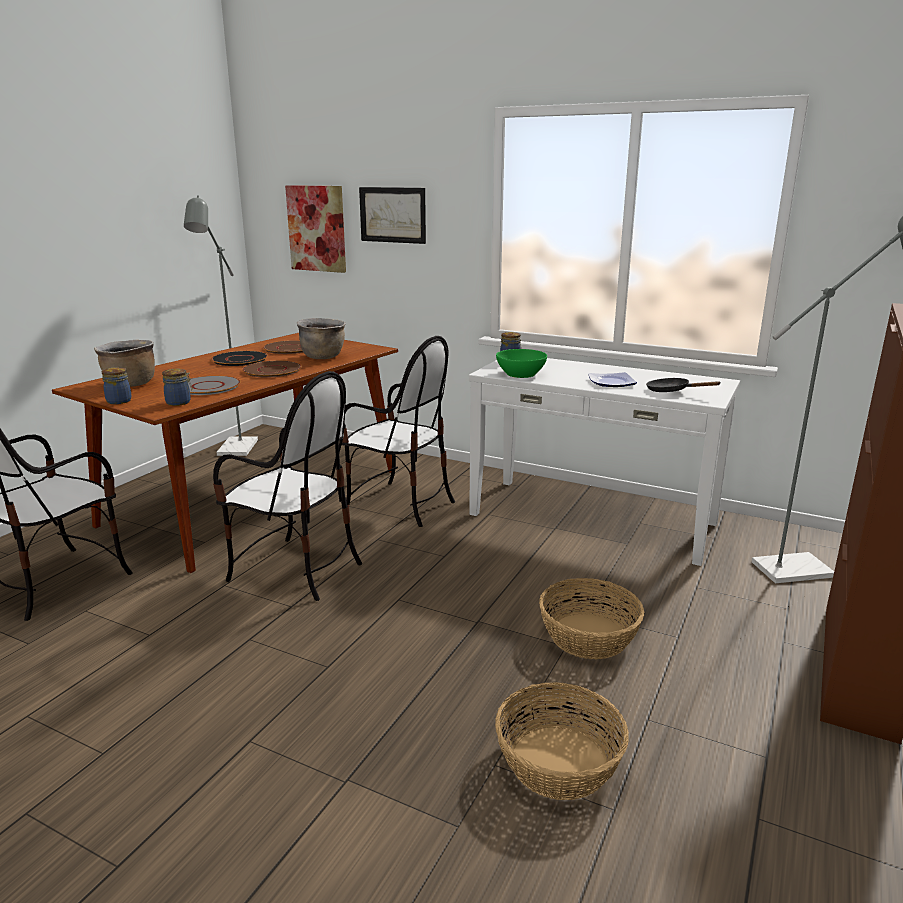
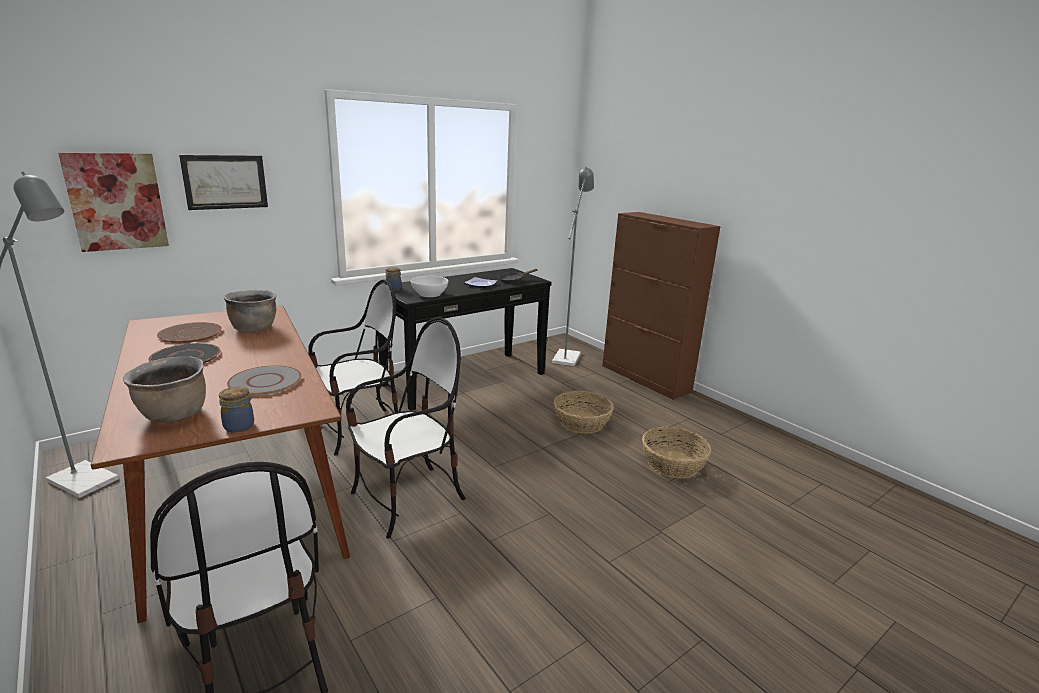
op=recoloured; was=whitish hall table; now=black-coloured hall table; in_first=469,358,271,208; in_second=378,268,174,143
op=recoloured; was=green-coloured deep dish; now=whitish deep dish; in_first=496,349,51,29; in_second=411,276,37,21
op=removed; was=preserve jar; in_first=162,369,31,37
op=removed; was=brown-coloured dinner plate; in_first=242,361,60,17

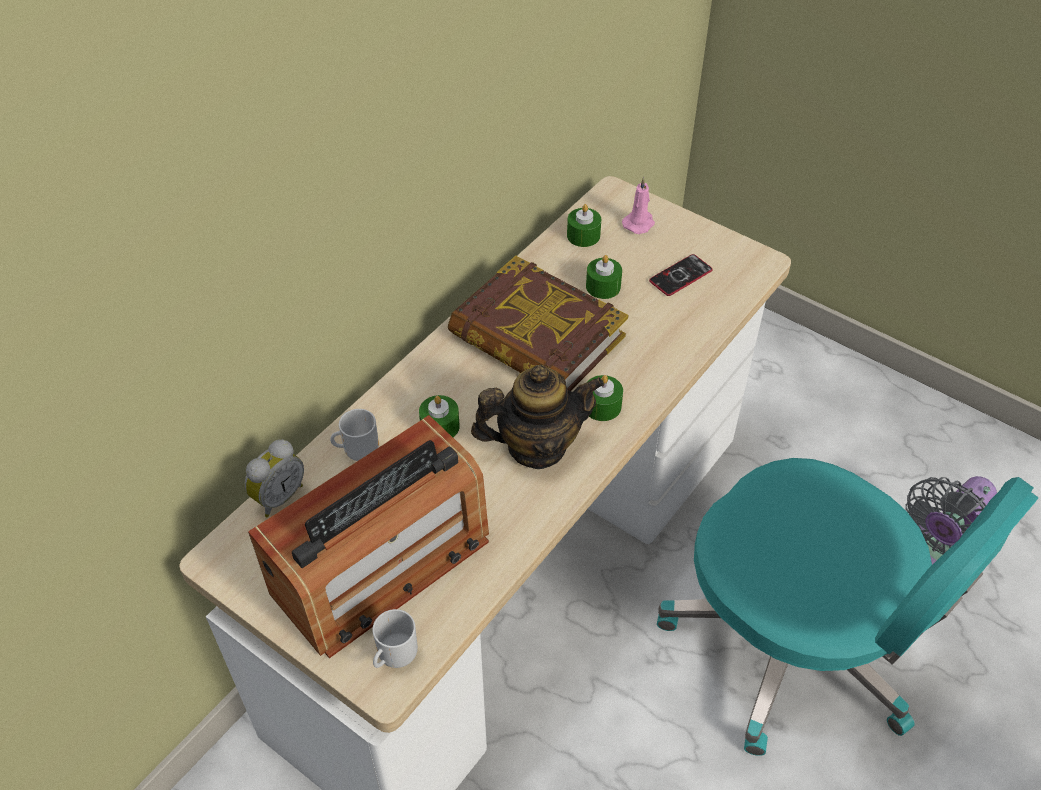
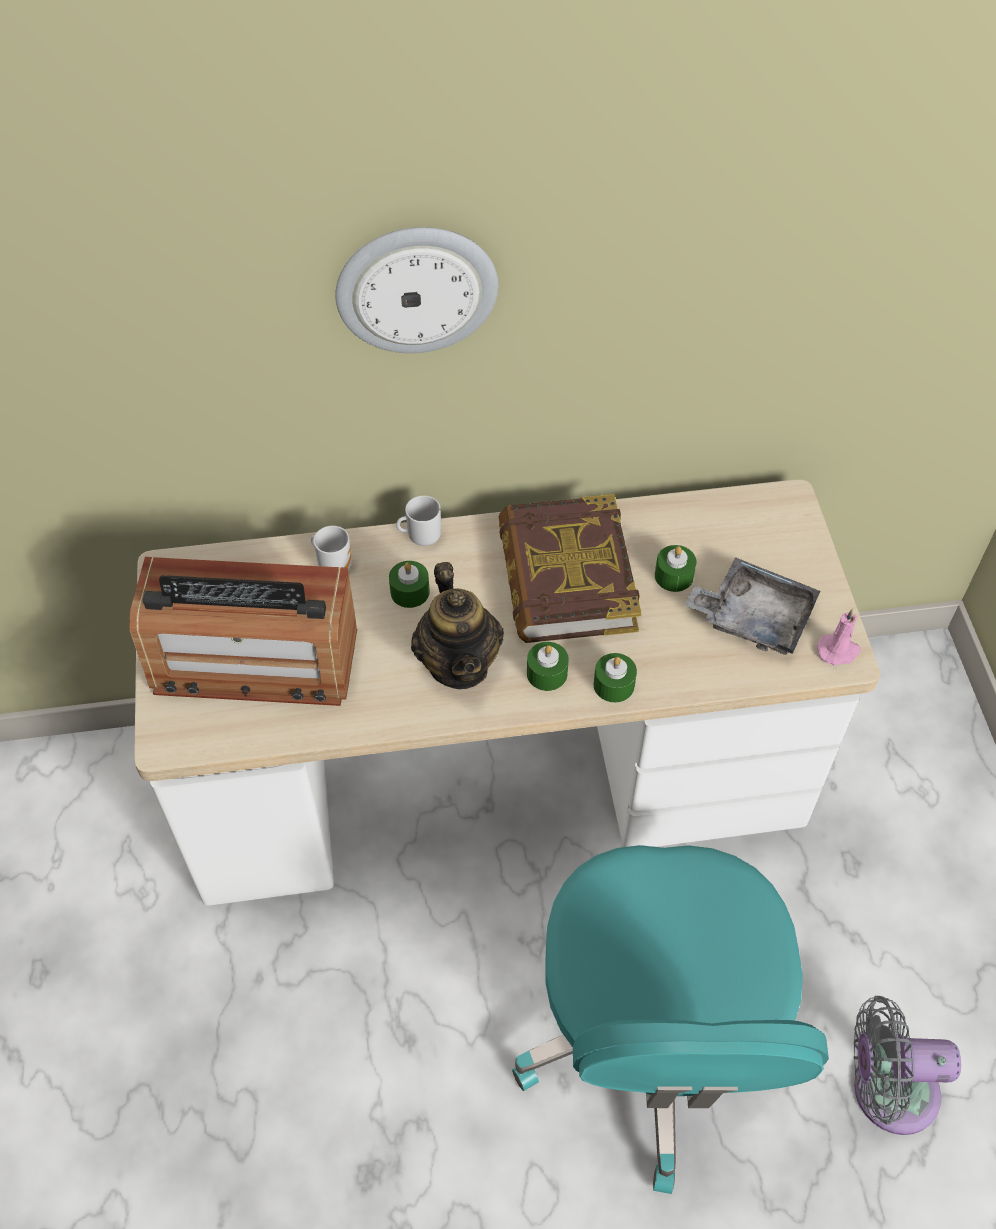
op=added; now=wall clock; in_second=335,227,163,126
op=moved; was=mug; in_first=372,609,46,59; in_second=396,495,45,51
op=turned; was=tea pot; in_first=471,365,133,104; in_second=411,562,93,127; clockwise=45
op=moved; was=green-coloured wax light; in_first=567,204,34,43; in_second=594,653,43,50
op=replaced; was=phone; now=grey carrying tray; in_first=649,254,64,42; in_second=684,557,136,98
op=moved; was=pink-coloured wax light; in_first=622,177,33,57; in_second=817,609,44,57
op=removed; was=table clock; in_first=245,439,59,78

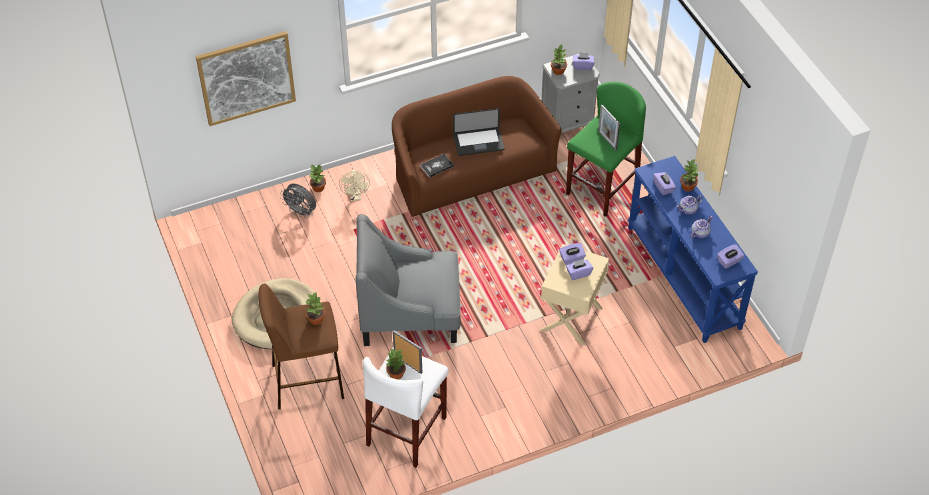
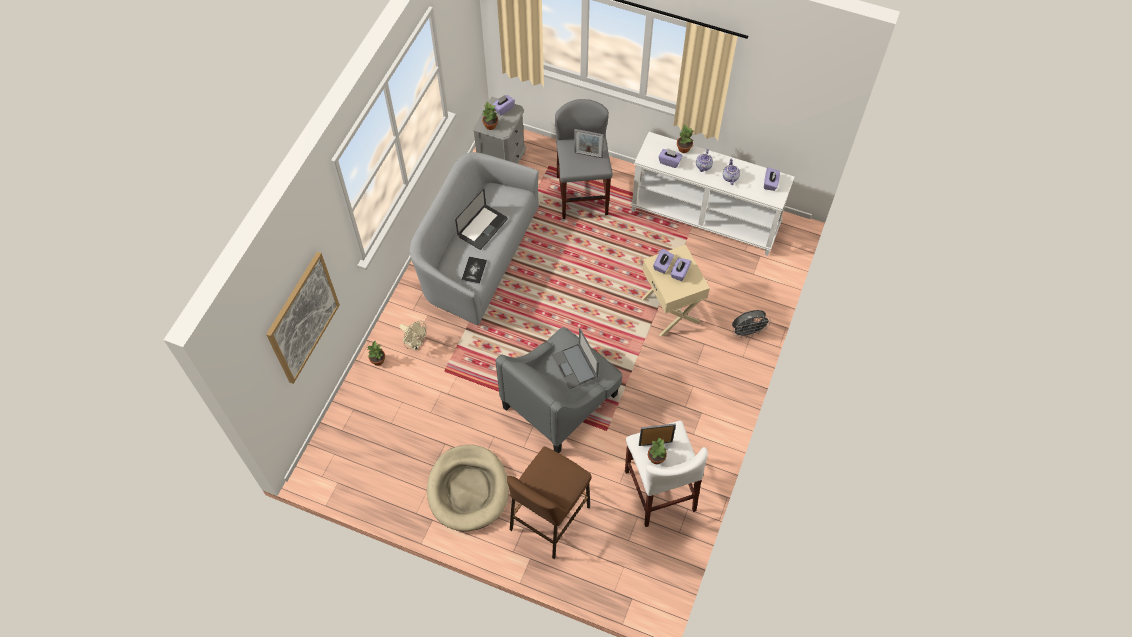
op=recoloured; was=brown-coloured settee; now=grey settee; in_first=392,76,170,141; in_second=410,152,129,173
op=added; now=notebook computer; in_second=552,328,47,61
op=recoloured; was=green-coloured stool seat; now=grey stool seat; in_first=566,82,80,135; in_second=555,99,58,120
op=recoloured; was=blue hall table; now=whitish hall table; in_first=628,156,130,187; in_second=631,132,163,124
op=moved; was=grey fan; in_first=280,184,36,35; in_second=732,310,39,28
op=removed; was=potted plant; in_first=306,292,19,33

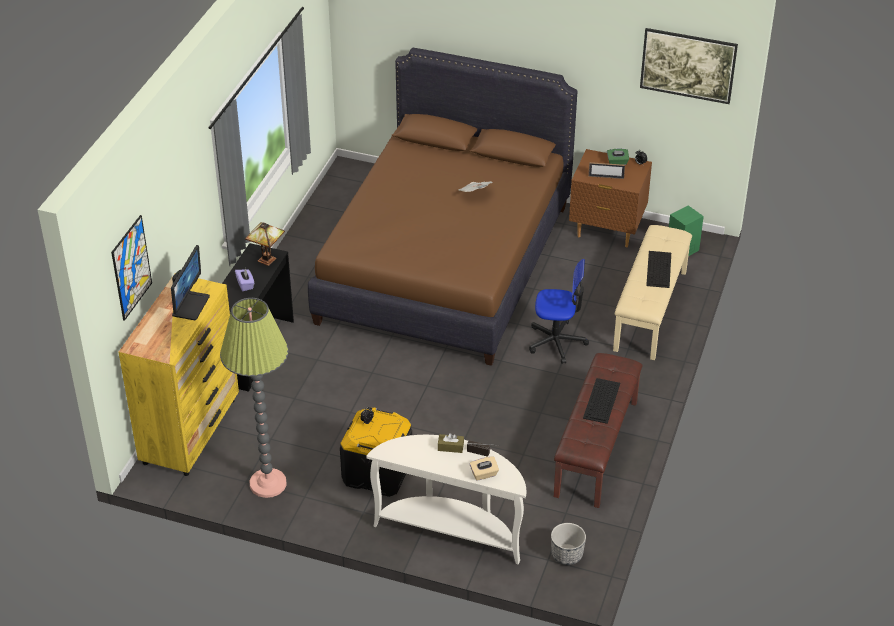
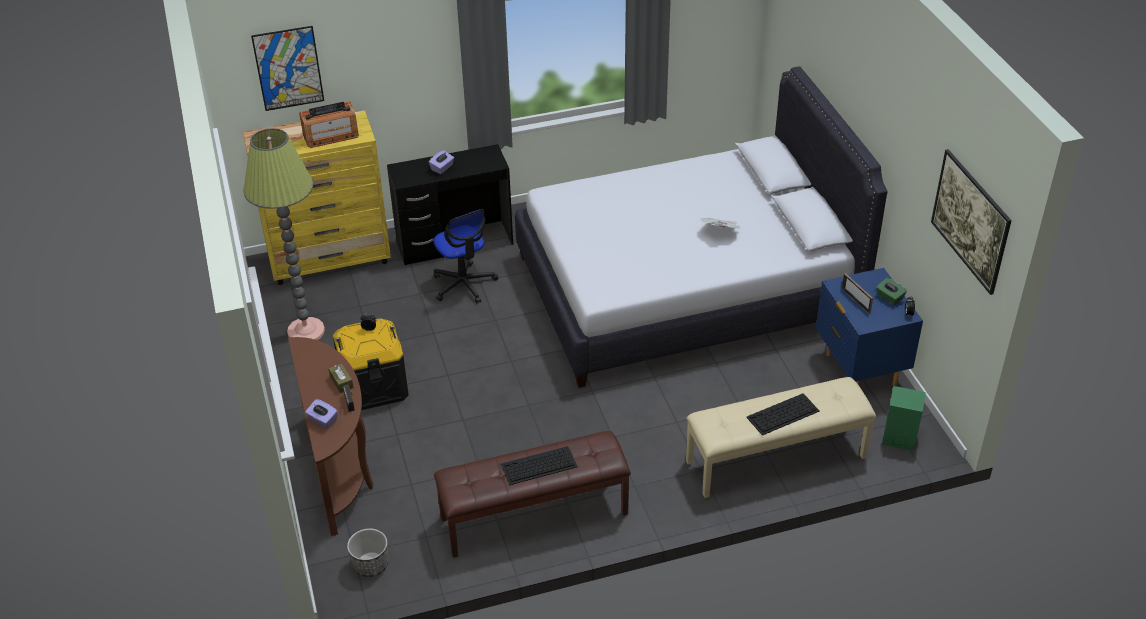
op=recoloured; was=whitish hall table; now=brown-coloured hall table; in_first=366,435,160,130; in_second=288,337,85,199
op=replaced; was=computer display; now=radio; in_first=171,245,39,75; in_second=299,102,60,46
op=recoloured; was=sand-coloured tissue box; now=purplish tissue box; in_first=470,456,29,25; in_second=305,399,33,30
op=moved; was=computer chair; in_first=529,259,60,105; in_second=433,209,65,94
op=recoloured; was=brown-coloured sleeping bed; now=whitish sleeping bed; in_first=308,48,270,318; in_second=515,66,372,322
op=recoloured; was=brown-coloured nightstand; now=blue nightstand; in_first=569,149,83,98; in_second=816,268,107,118
op=removed; was=tabletop lamp; in_first=245,222,40,44

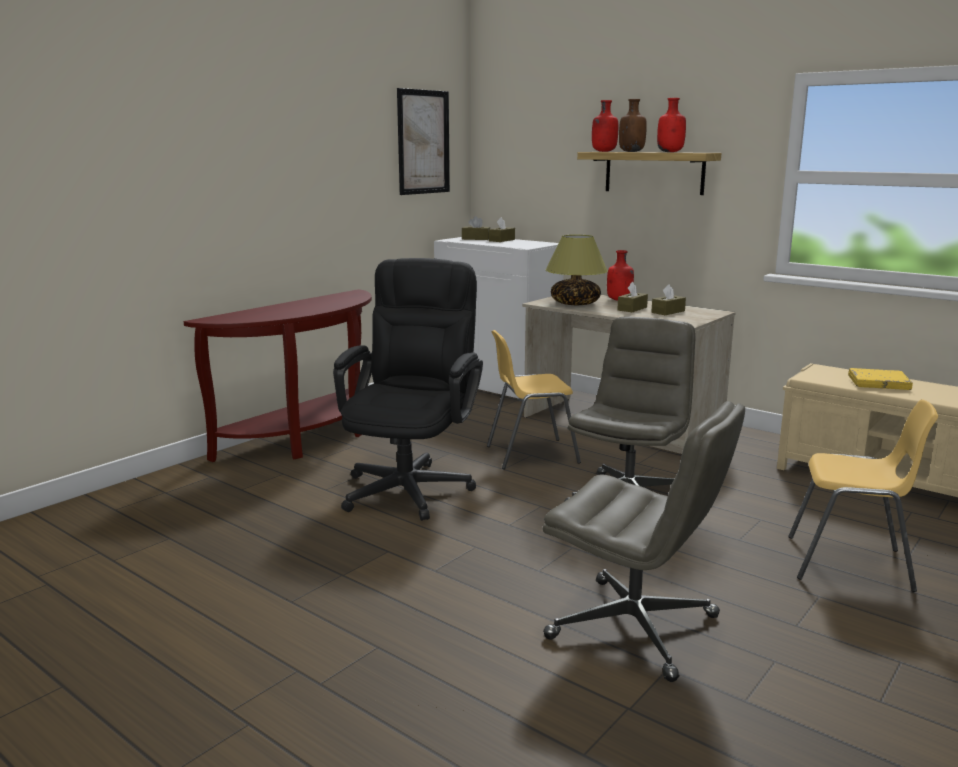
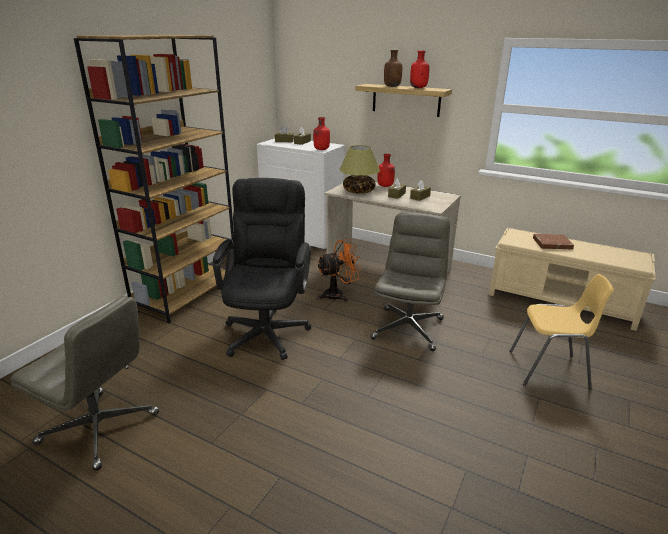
op=moved; was=grey computer chair; in_first=543,401,202,281; in_second=11,295,148,176
op=replaced; was=brown-coloured hall table; now=brown-coloured bookcase; in_first=184,289,188,173; in_second=74,35,163,289
op=moved; was=reddish drink bottle; in_first=592,100,26,52; in_second=313,117,17,33
op=replaced; was=yellow-coloured plain chair; now=orangey fan; in_first=487,330,94,139; in_second=317,239,44,63
op=recoloured; was=yellow-coloured volume; now=brown-coloured volume; in_first=848,368,65,22; in_second=533,234,41,15
op=removed; was=wall art; in_first=397,88,53,107

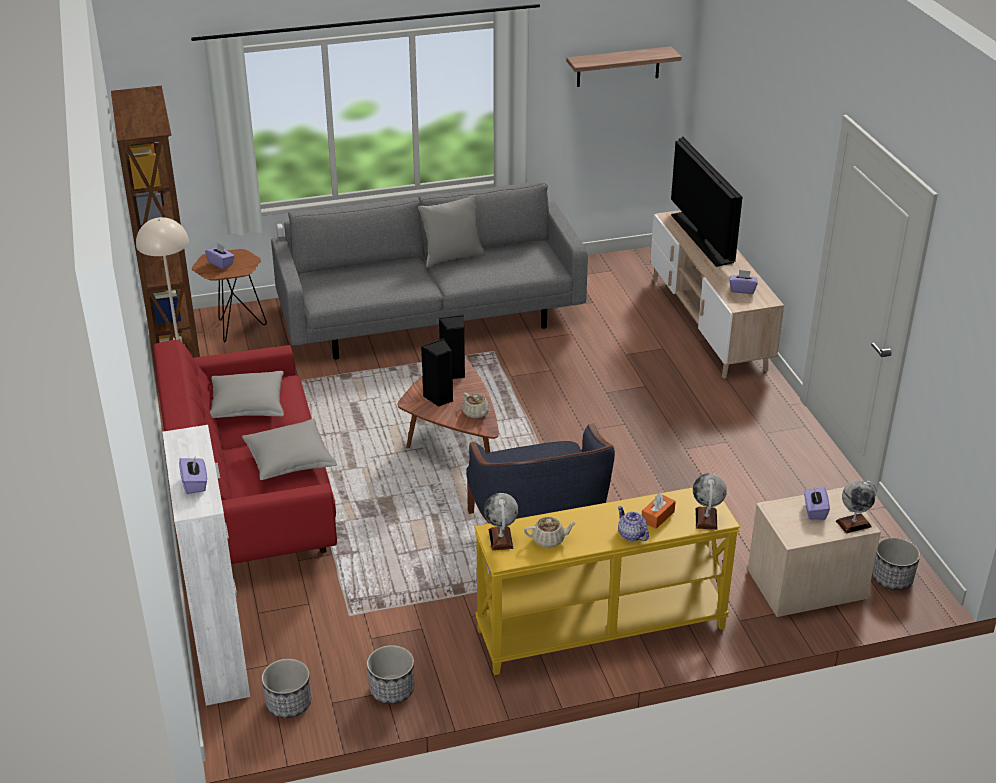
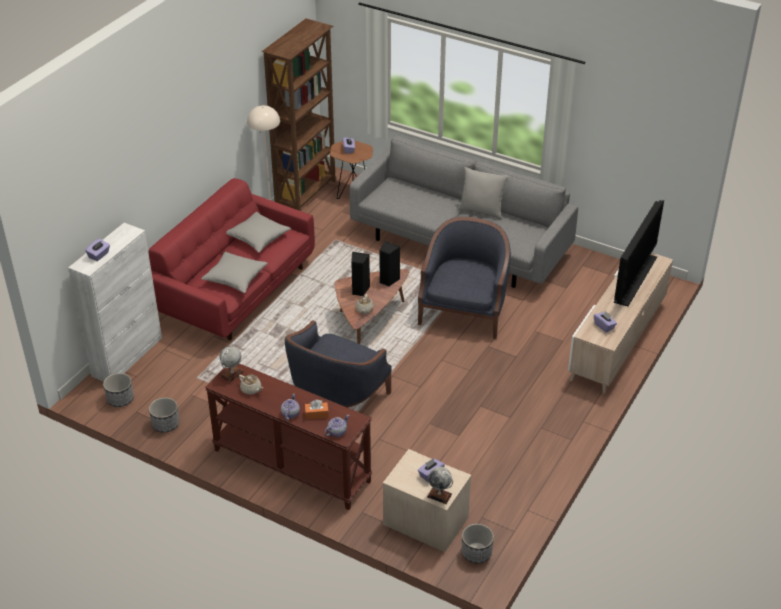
op=recoloured; was=yellow-coloured hall table; now=brown-coloured hall table; in_first=474,487,266,188; in_second=205,363,167,147
op=replaced; was=globe; now=tea pot; in_first=693,473,34,57; in_second=324,415,26,22
op=added; now=blue easy chair; in_second=418,217,93,122
op=removed; was=wall shelf; in_first=566,46,115,41

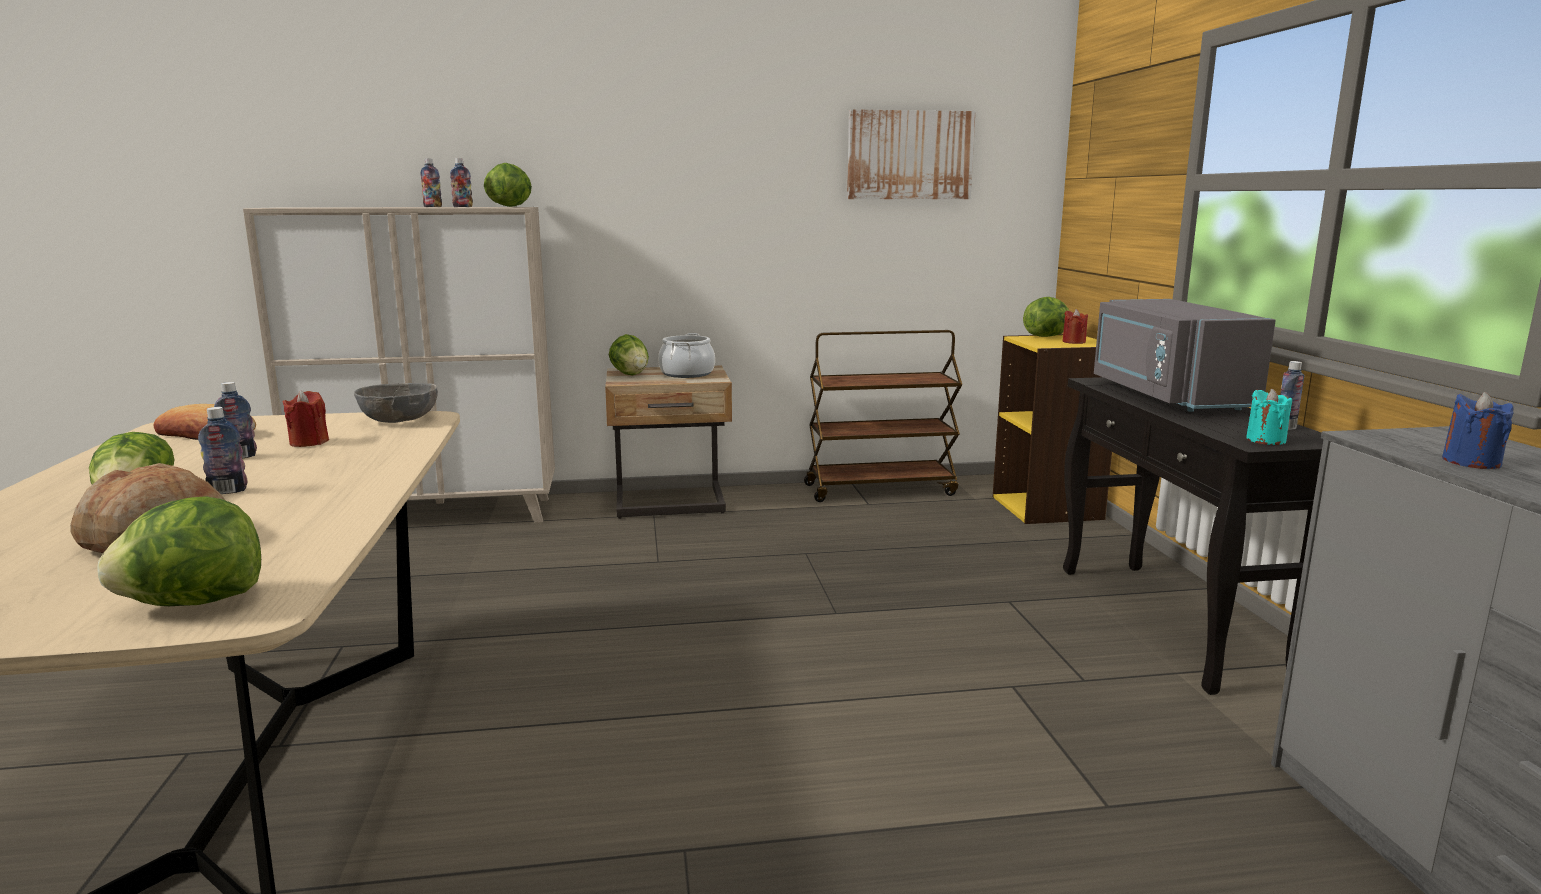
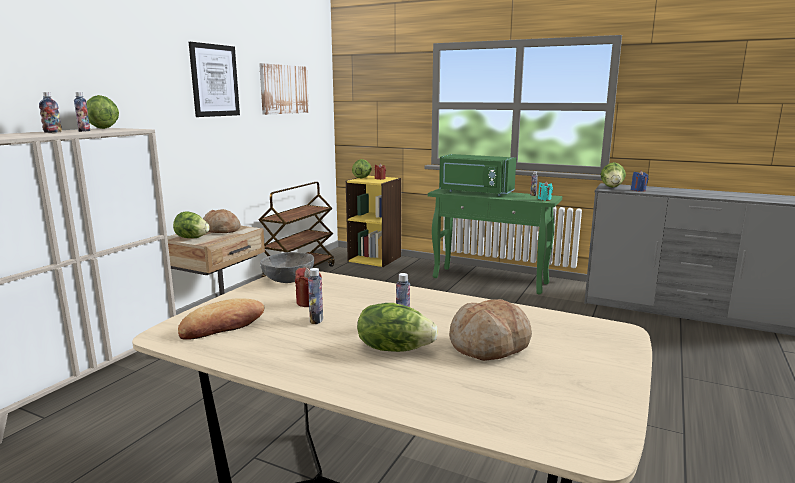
op=added; now=wall art; in_second=189,42,51,75
op=replaced; was=stockpot; now=bread; in_first=658,333,57,45; in_second=203,209,38,24
op=recoloured; was=black-coloured hall table; now=green-coloured hall table; in_first=1063,377,261,318; in_second=428,189,134,106
op=recoloured; was=grey kitchen microwave; now=green-coloured kitchen microwave; in_first=1094,299,182,113; in_second=439,154,77,42
op=moved; was=lettuce head; in_first=98,496,163,110; in_second=601,162,25,26

